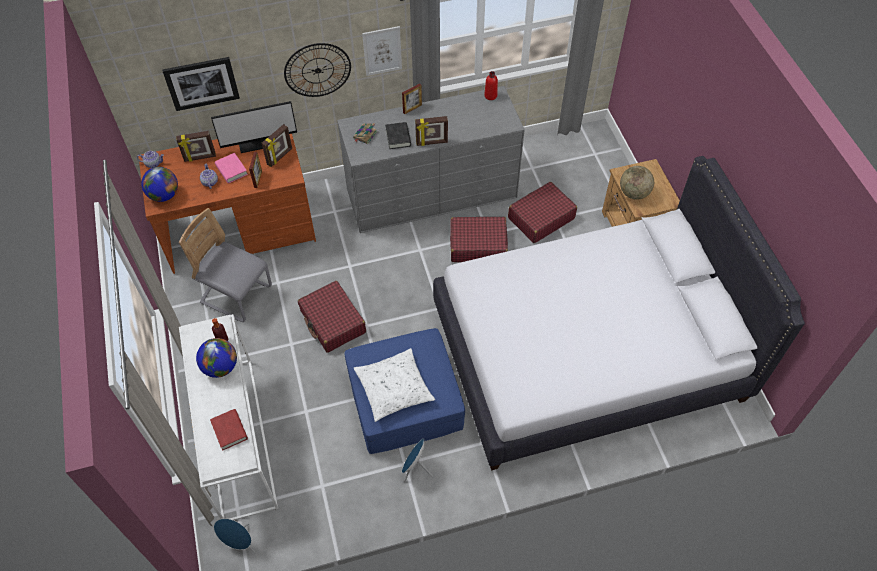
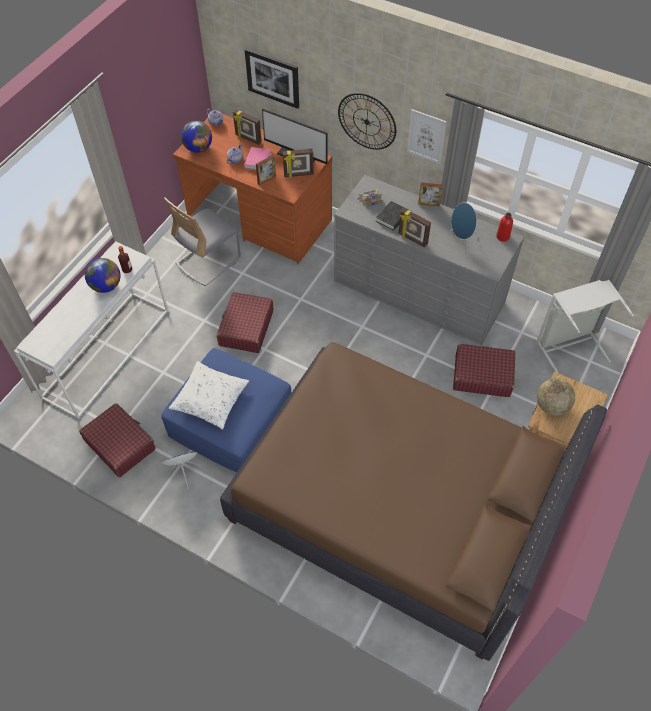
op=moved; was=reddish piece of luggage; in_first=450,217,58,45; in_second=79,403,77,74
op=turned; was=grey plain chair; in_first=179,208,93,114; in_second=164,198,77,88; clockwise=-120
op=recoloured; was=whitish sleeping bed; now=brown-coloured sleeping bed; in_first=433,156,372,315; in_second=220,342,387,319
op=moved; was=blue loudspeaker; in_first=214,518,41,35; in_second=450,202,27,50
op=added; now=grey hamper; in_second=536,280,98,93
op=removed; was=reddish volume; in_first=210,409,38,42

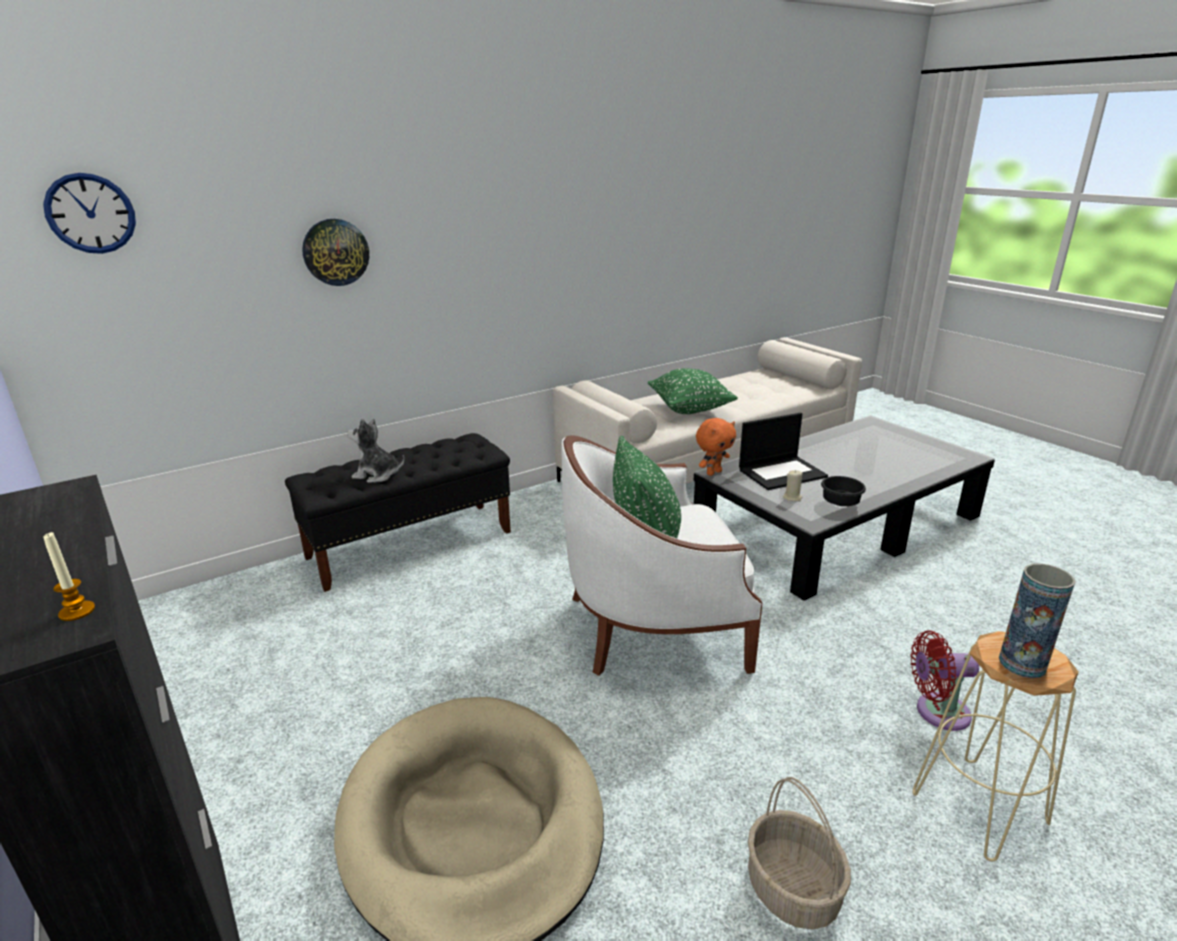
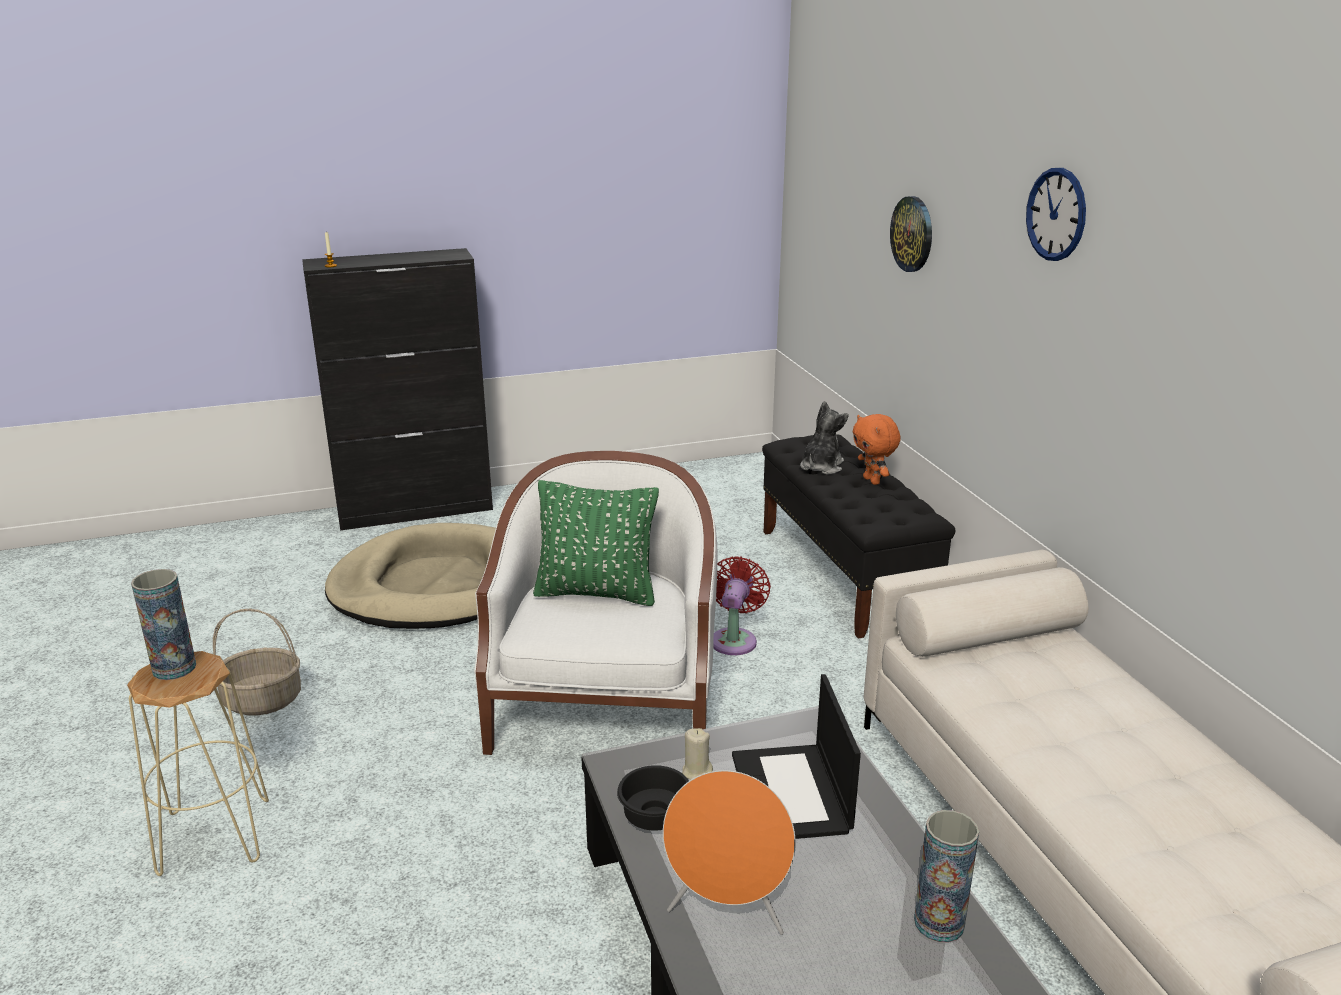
op=added; now=orangey loudspeaker; in_second=663,770,133,165
op=moved; was=reddish fan; in_first=911,630,68,101; in_second=713,556,58,99
op=moved; was=orangey plush toy; in_first=696,418,40,58; in_second=853,414,48,71
op=added; now=decorative vase; in_second=914,810,65,133
op=moved; was=wall clock; in_first=43,173,93,81; in_second=1026,168,60,93
op=removed; was=green-coloured pillow; in_first=648,368,90,46

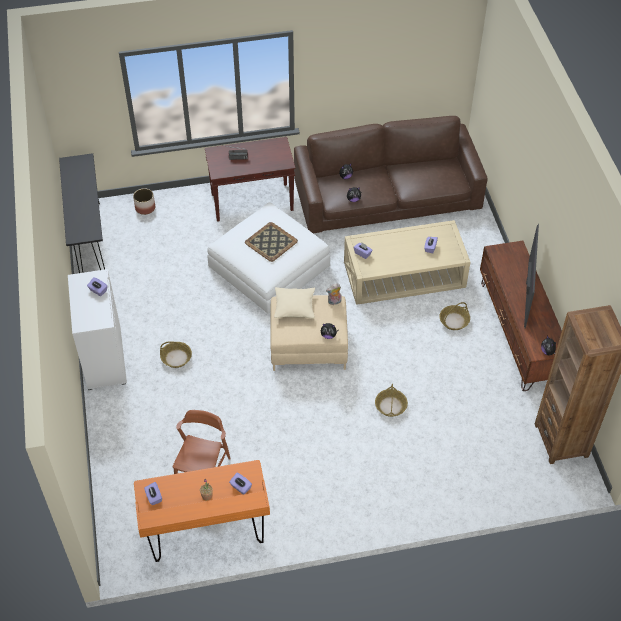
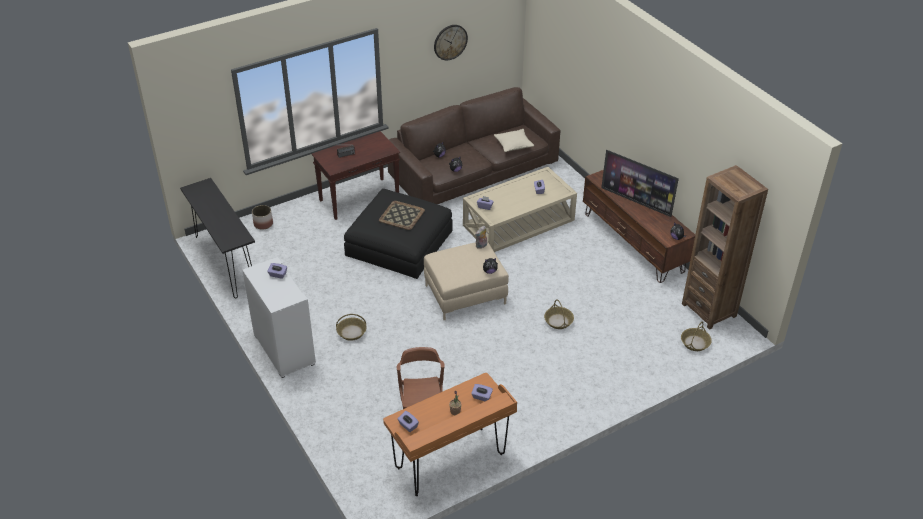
op=recoloured; was=whitish pouffe; now=black-coloured pouffe; in_first=207,202,123,112; in_second=344,189,109,90
op=added; now=wall clock; in_second=434,25,34,36
op=moved; was=sand-coloured pillow; in_first=274,287,41,31; in_second=494,129,40,23
op=turned; was=TV set; in_first=524,224,15,105; in_second=601,150,78,67; clockwise=135
op=moved; was=storage basket; in_first=439,302,31,28; in_second=681,322,31,29

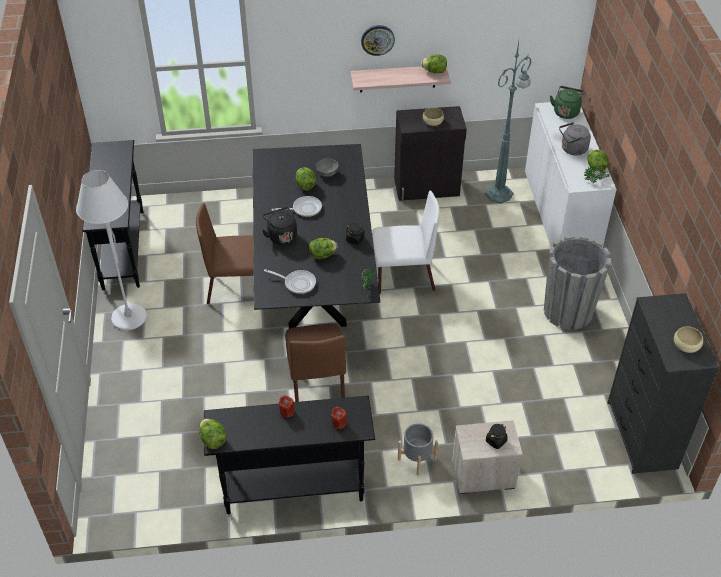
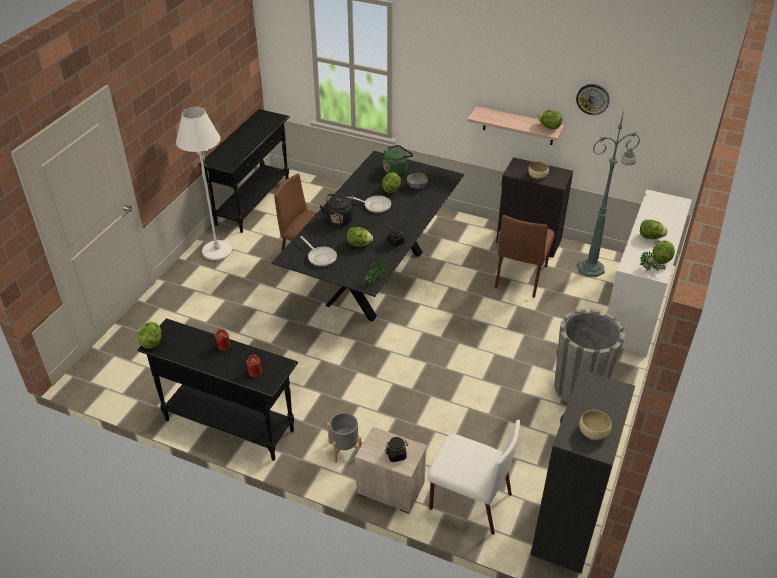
op=moved; was=green-coloured water kettle; in_first=550,86,34,33; in_second=383,145,30,31
op=moved; was=whitish plain chair; in_first=372,190,68,104; in_second=427,420,93,115
op=moved; was=brown-coloured plain chair; in_first=285,323,61,79; in_second=495,215,60,83
op=moved; was=wall clock; in_first=361,25,34,31; in_second=576,84,34,31
op=replaced; was=grey water kettle; now=lettuce head; in_first=559,122,32,34; in_second=640,220,28,19

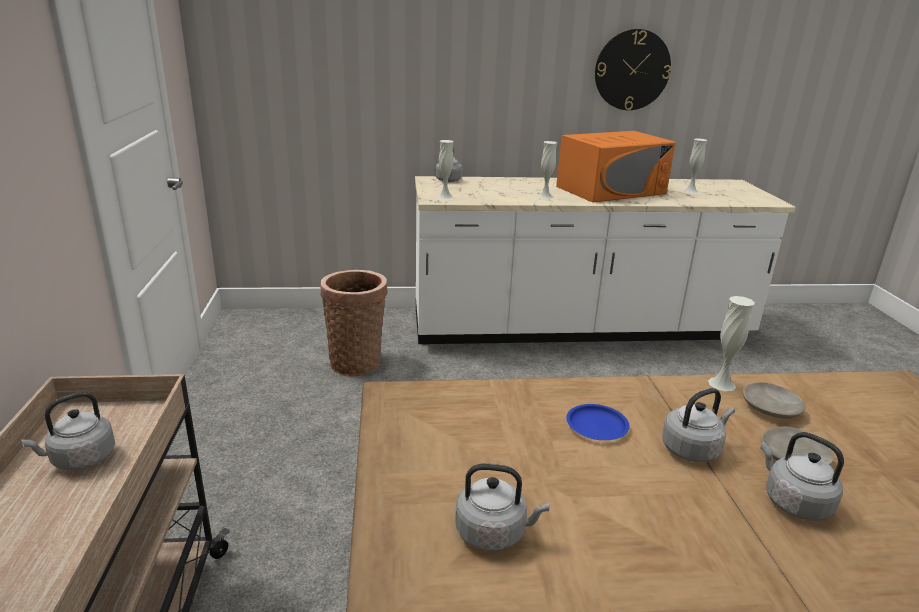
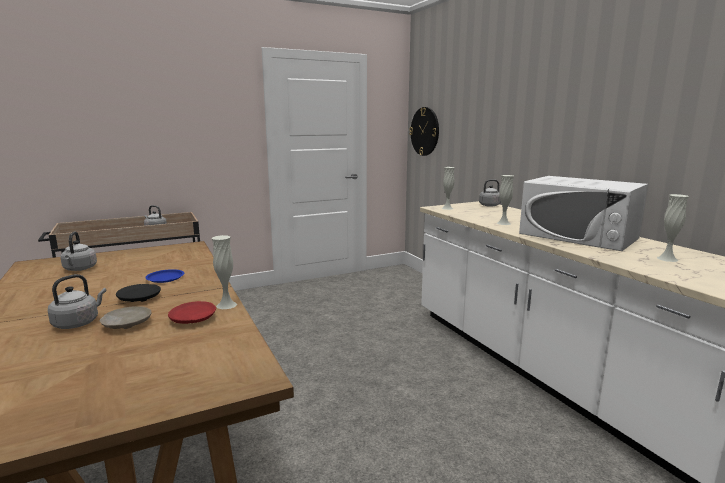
op=replaced; was=grey water kettle; now=black-coloured dinner plate; in_first=662,388,73,74; in_second=116,284,45,18
op=recoloured; was=sand-coloured dinner plate; now=reddish dinner plate; in_first=743,382,63,37; in_second=168,301,48,23
op=moved; was=wall clock; in_first=595,29,76,81; in_second=409,107,30,49
op=recoloured; was=orangey kitchen microwave; now=whitish kitchen microwave; in_first=556,131,119,72; in_second=519,176,129,75
op=removed; was=storage basket; in_first=320,270,68,107

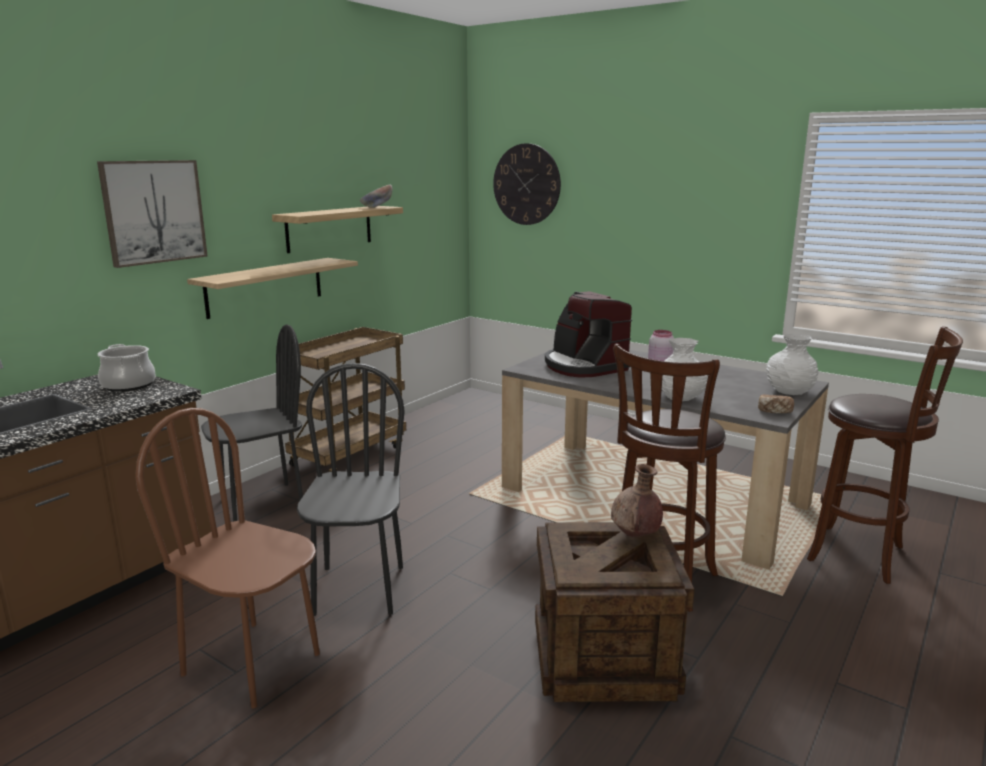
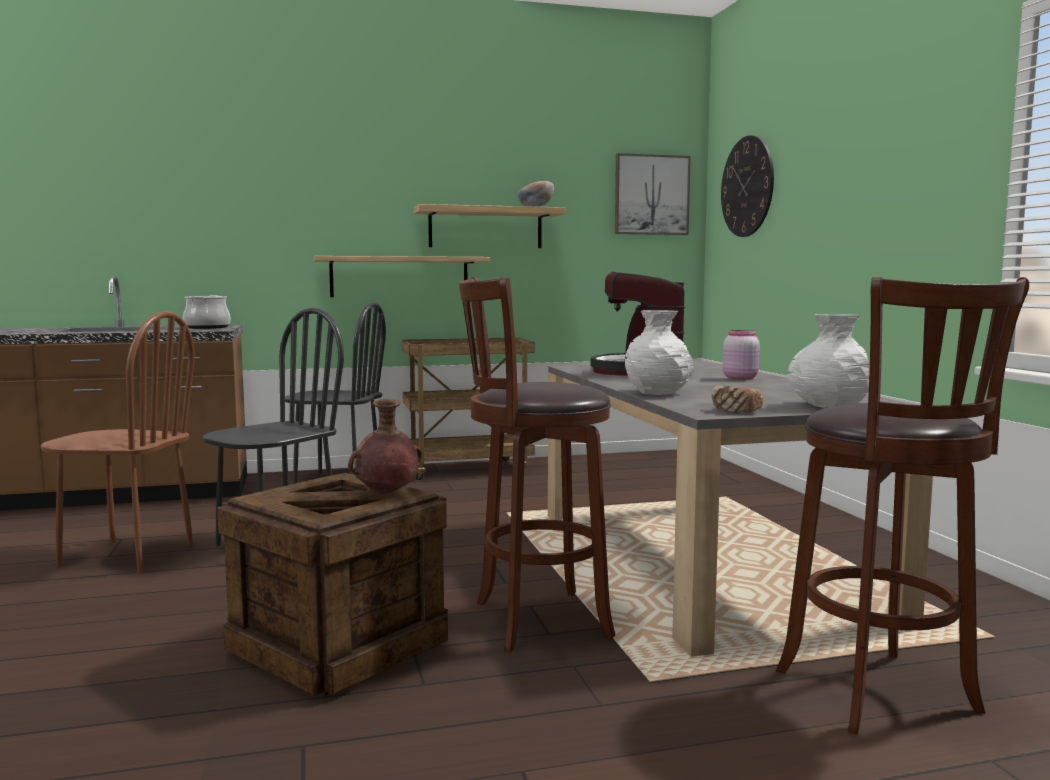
op=turned; was=brown-coloured plain chair; in_first=135,408,185,300; in_second=41,311,154,262; clockwise=120
op=moved; was=wall art; in_first=97,160,110,108; in_second=615,153,76,82

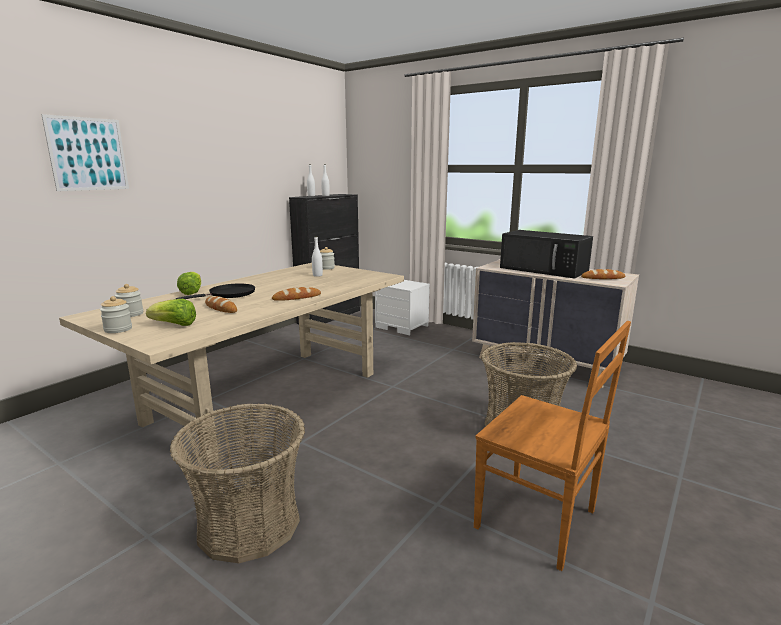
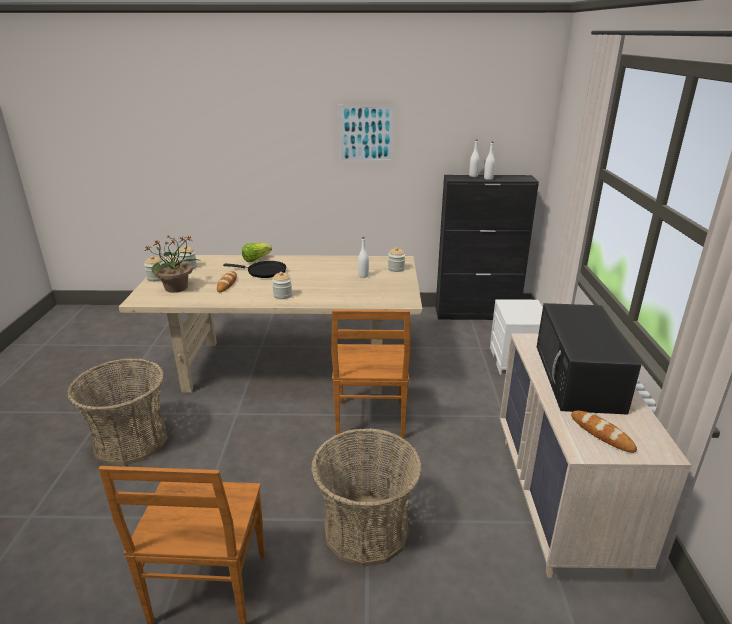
op=replaced; was=lettuce head; now=potted plant; in_first=146,299,50,27; in_second=144,235,56,58
op=replaced; was=bread; now=preserve jar; in_first=272,287,49,14; in_second=272,272,20,27
op=added; now=brown-coloured plain chair; in_second=331,310,79,129
op=moved; was=wall art; in_first=41,114,88,77; in_second=338,105,56,57

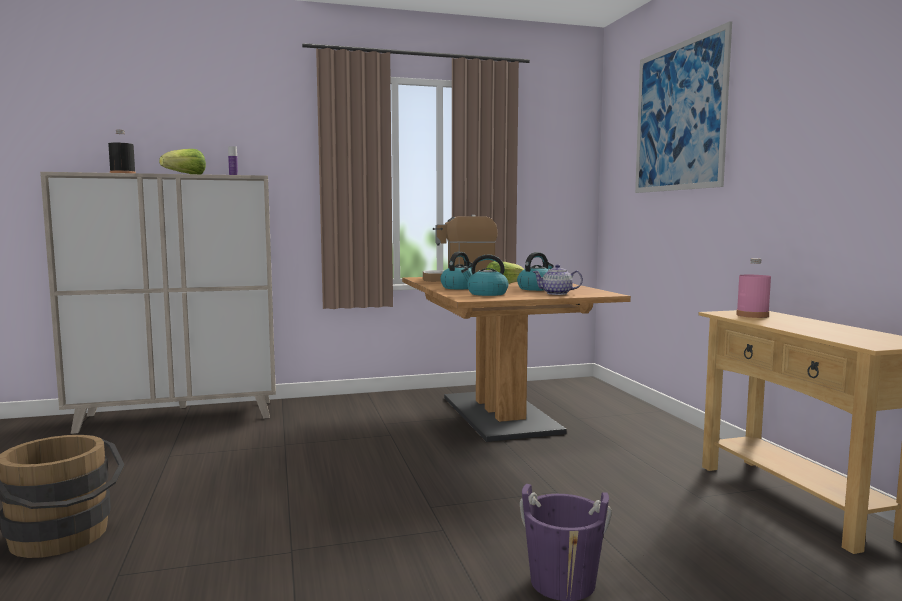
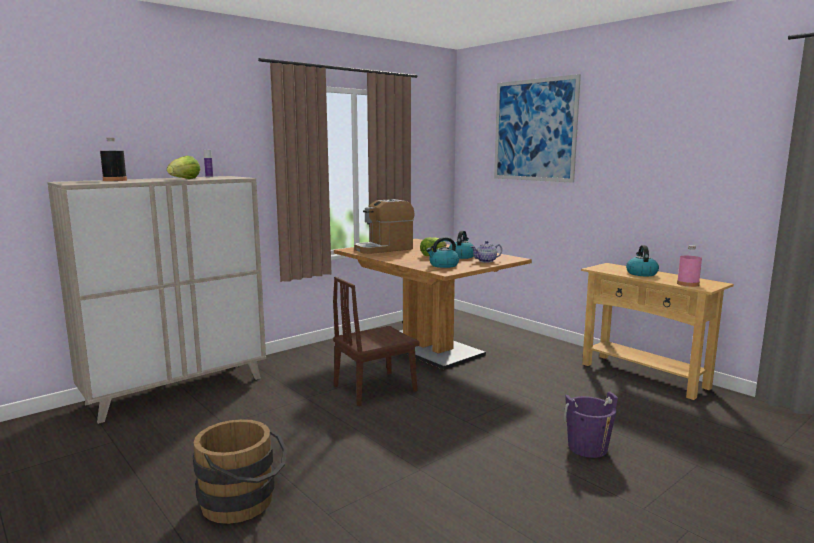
op=added; now=brown-coloured plain chair; in_second=333,277,86,129
op=moved; was=water kettle; in_first=440,252,33,37; in_second=626,245,33,31
op=moved; was=pink-coloured drink bottle; in_first=736,258,35,60; in_second=677,245,25,42

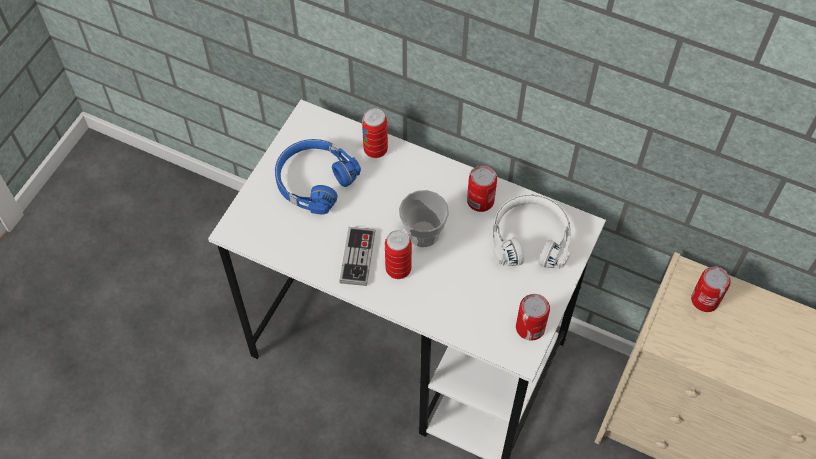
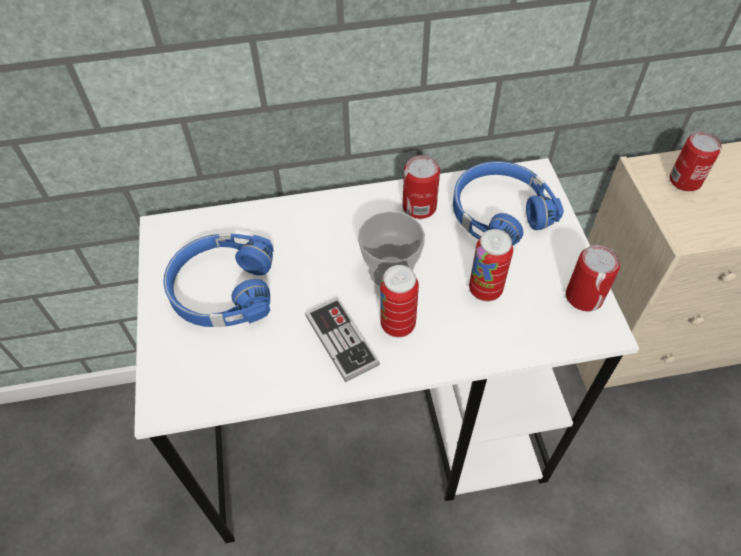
op=recoloured; was=whitish headset; now=blue headset; in_first=493,194,78,75; in_second=453,161,111,85
op=moved; was=metal can; in_first=362,108,26,50; in_second=469,229,44,72

